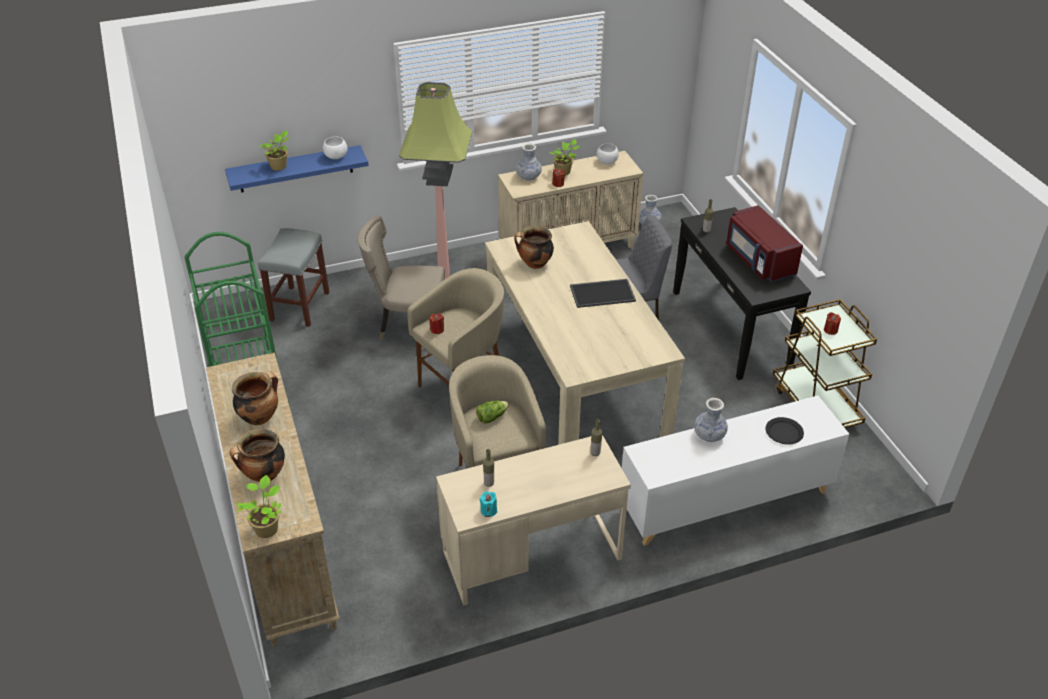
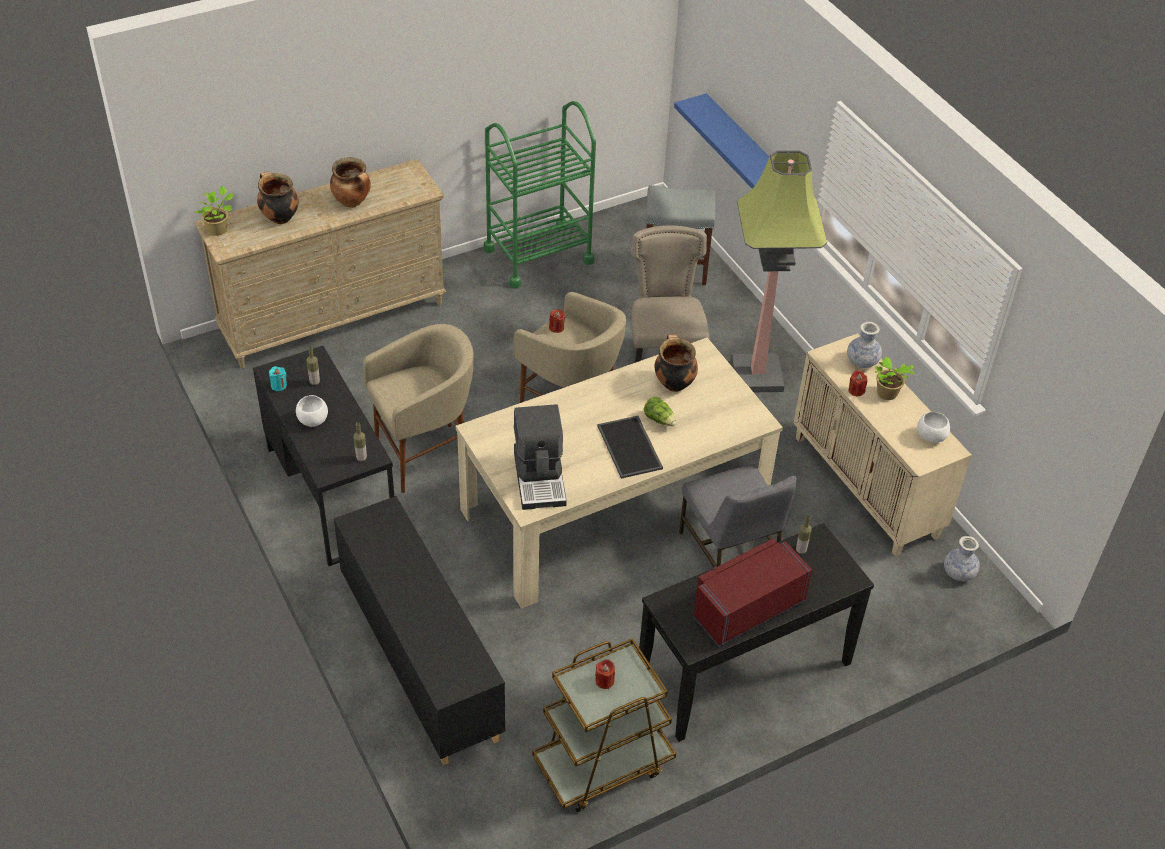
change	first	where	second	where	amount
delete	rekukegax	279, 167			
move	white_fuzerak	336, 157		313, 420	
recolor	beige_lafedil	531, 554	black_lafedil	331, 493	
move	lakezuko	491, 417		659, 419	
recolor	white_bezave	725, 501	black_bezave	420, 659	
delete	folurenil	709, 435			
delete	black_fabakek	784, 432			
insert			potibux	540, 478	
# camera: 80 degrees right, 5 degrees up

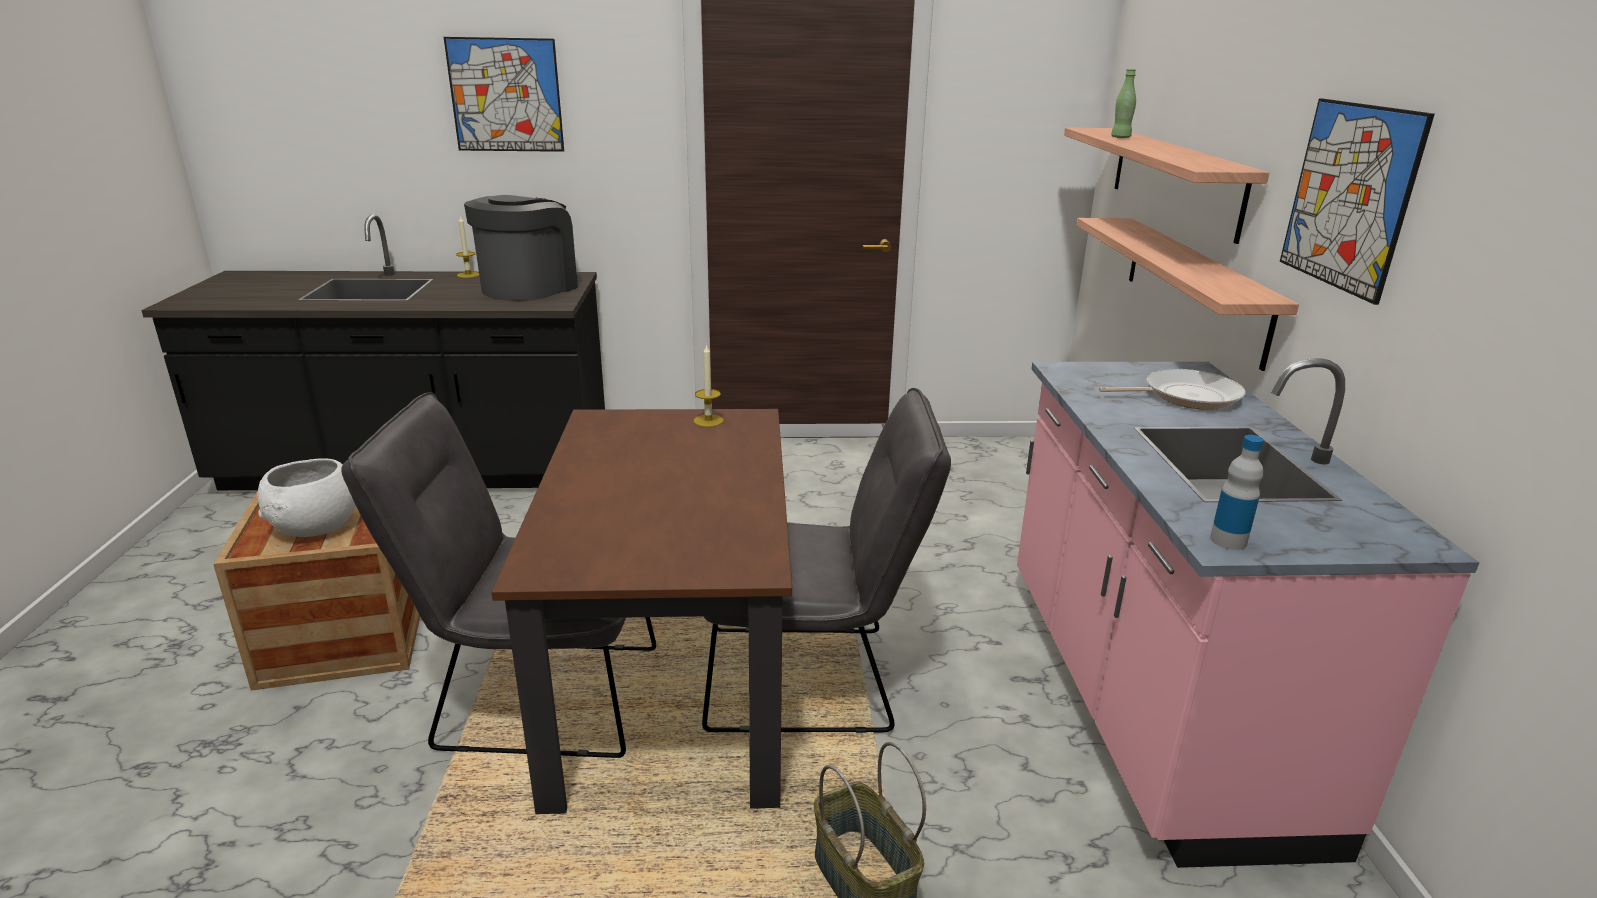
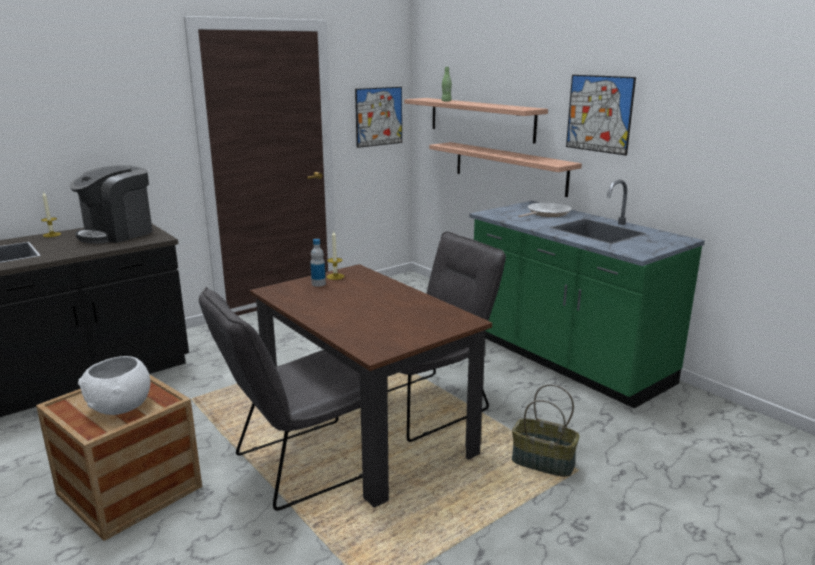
change	first	where	second	where	amount
move	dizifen	506, 95		379, 116	
rotate	potibux	529, 288		117, 233	135 degrees counterclockwise
recolor	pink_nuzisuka	1147, 700	green_nuzisuka	565, 360	
move	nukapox	1228, 540		318, 284	
# camera: 35 degrees left, 5 degrees down

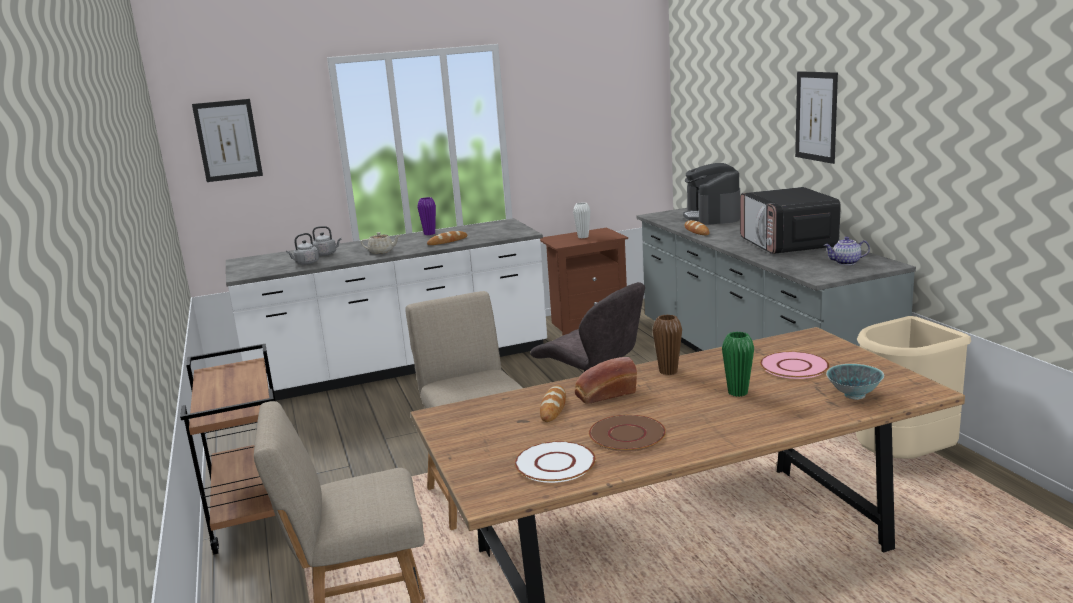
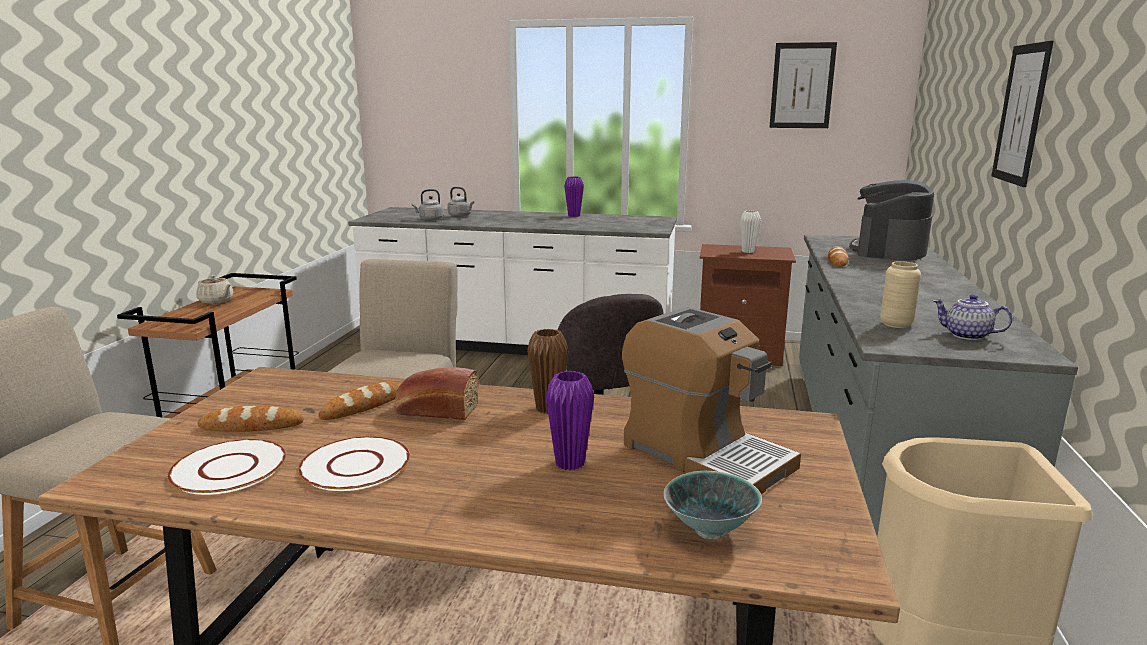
change	first	where	second	where	amount
move	dizifen	228, 140		802, 86	
move	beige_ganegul	381, 252		216, 301	
move	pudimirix	447, 241		251, 426	
recolor	brown_fabakek	627, 435	white_fabakek	355, 466	
recolor	green_folurenil	737, 392	purple_folurenil	570, 463	
delete	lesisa	787, 244			
replace	pink_fabakek	793, 366	potibux	704, 455	
insert			beige_folurenil	896, 324	
# camera: 30 degrees right, 0 degrees up

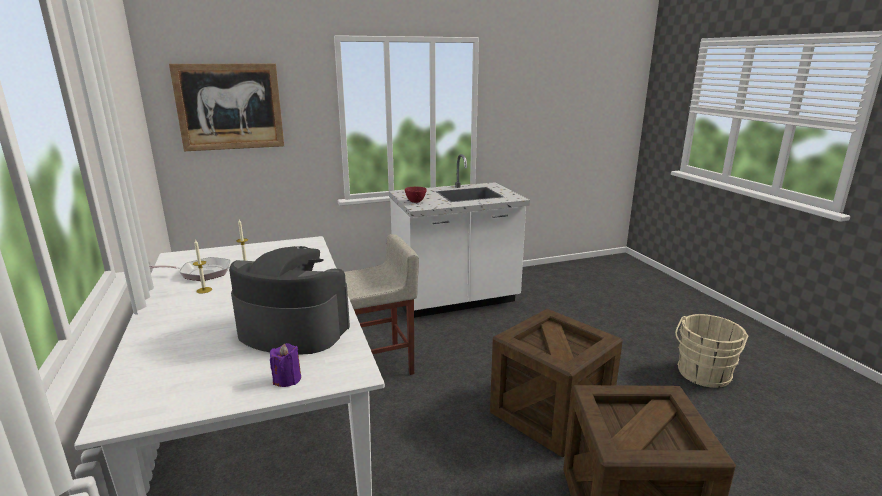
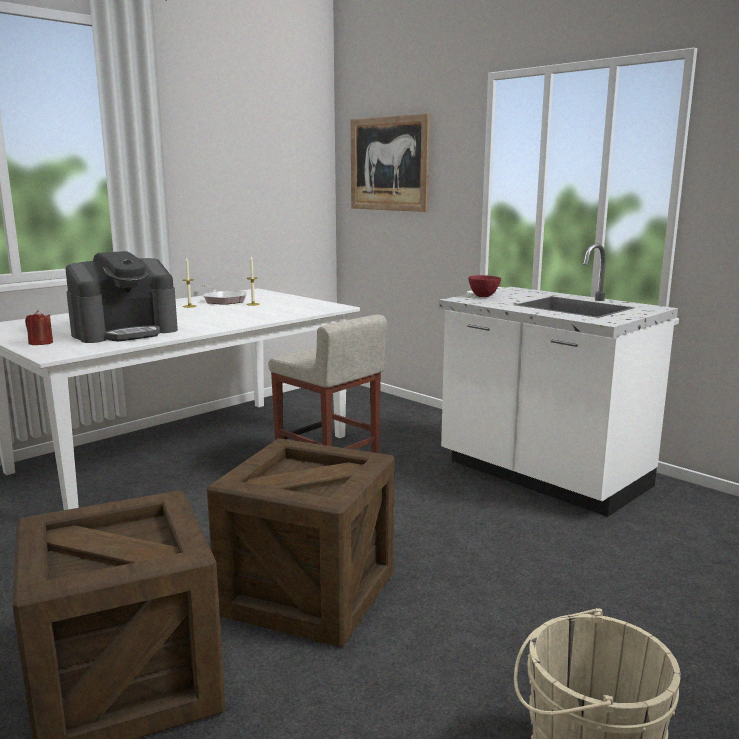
change	first	where	second	where	amount
rotate	potibux	293, 330		125, 332	60 degrees clockwise
recolor	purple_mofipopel	287, 379	red_mofipopel	41, 343	
# camera: 65 degrees right, 5 degrees down

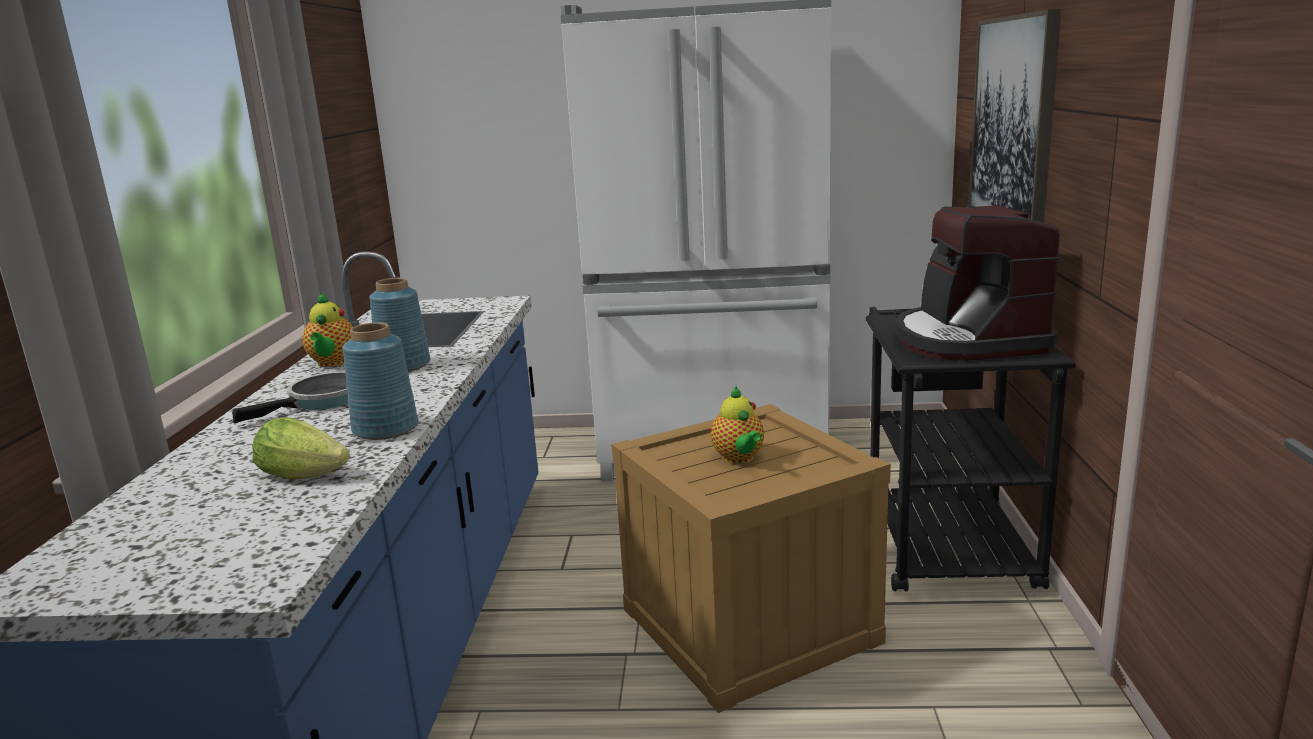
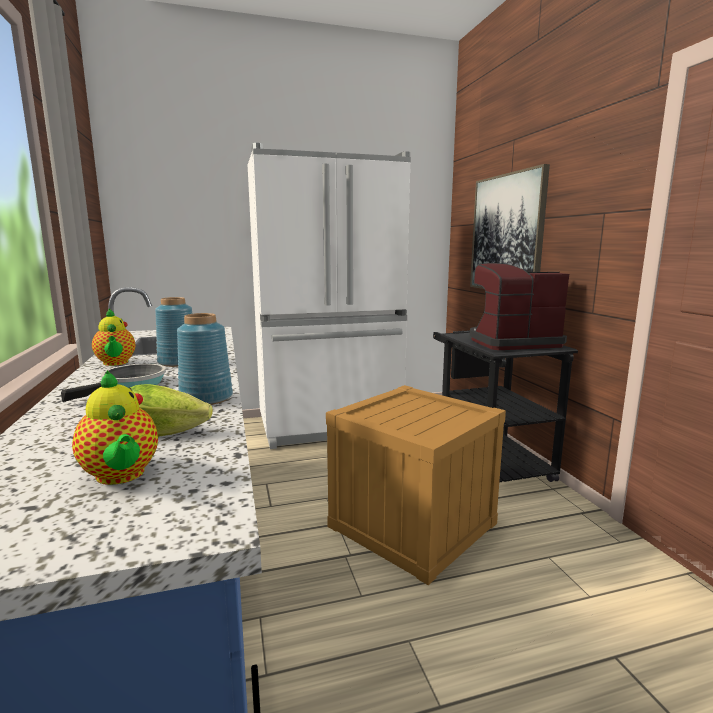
change	first	where	second	where	amount
move	ganegul	739, 459		121, 476	
rotate	potibux	968, 340		511, 342	105 degrees clockwise
# camera: 20 degrees left, 5 degrees down

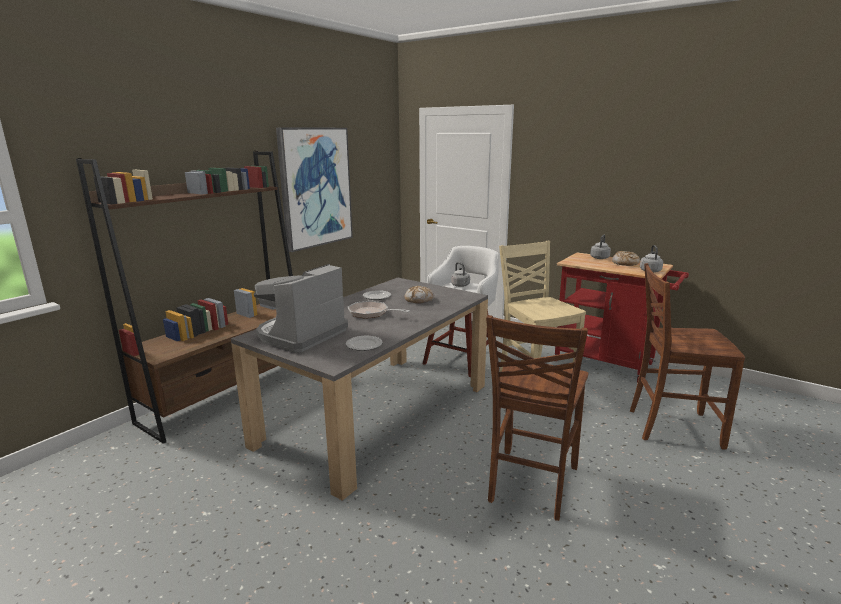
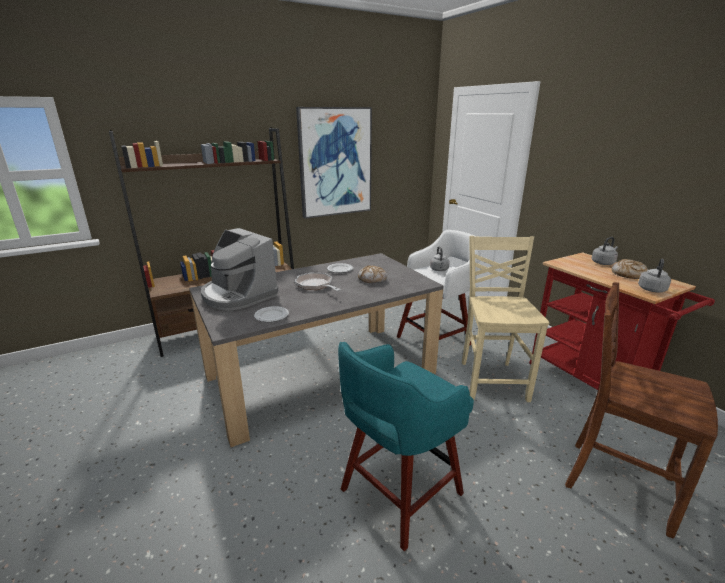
change	first	where	second	where	amount
rotate	potibux	301, 335		238, 295	105 degrees counterclockwise
replace	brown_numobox	530, 484	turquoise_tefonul	398, 493	
# camera: 25 degrees right, 5 degrees up

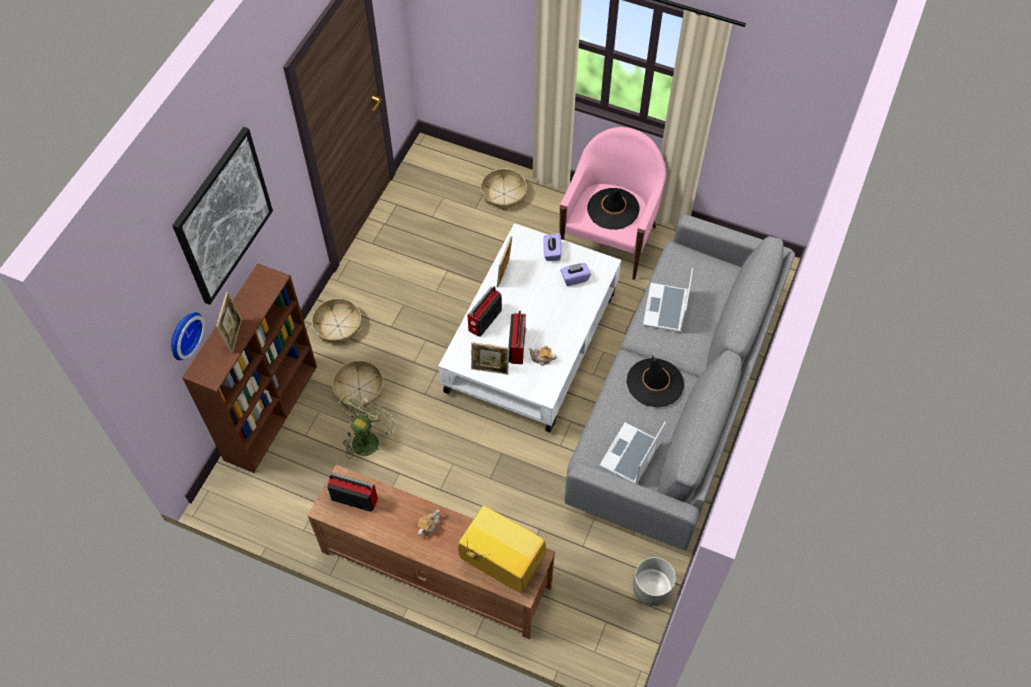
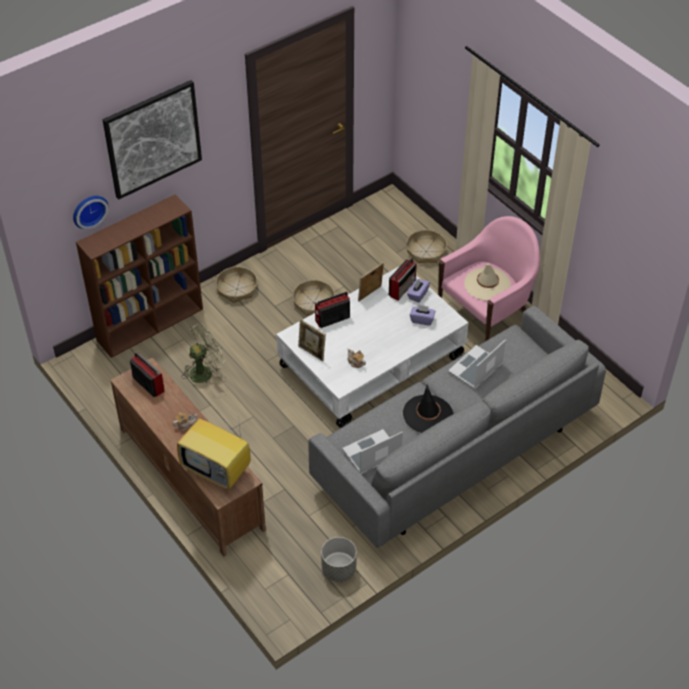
change	first	where	second	where	amount
delete	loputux	234, 335			
move	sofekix	359, 388		313, 302	
rotate	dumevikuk	499, 562		218, 470	150 degrees clockwise
move	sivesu	517, 345		402, 288	
recolor	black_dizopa	613, 209	beige_dizopa	487, 284	
# camera: 30 degrees right, 10 degrees down

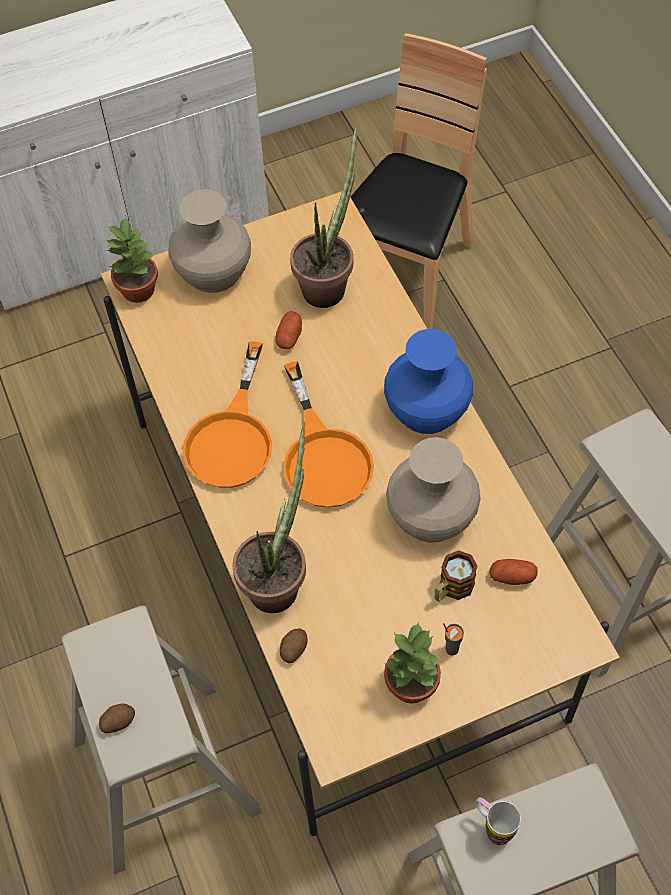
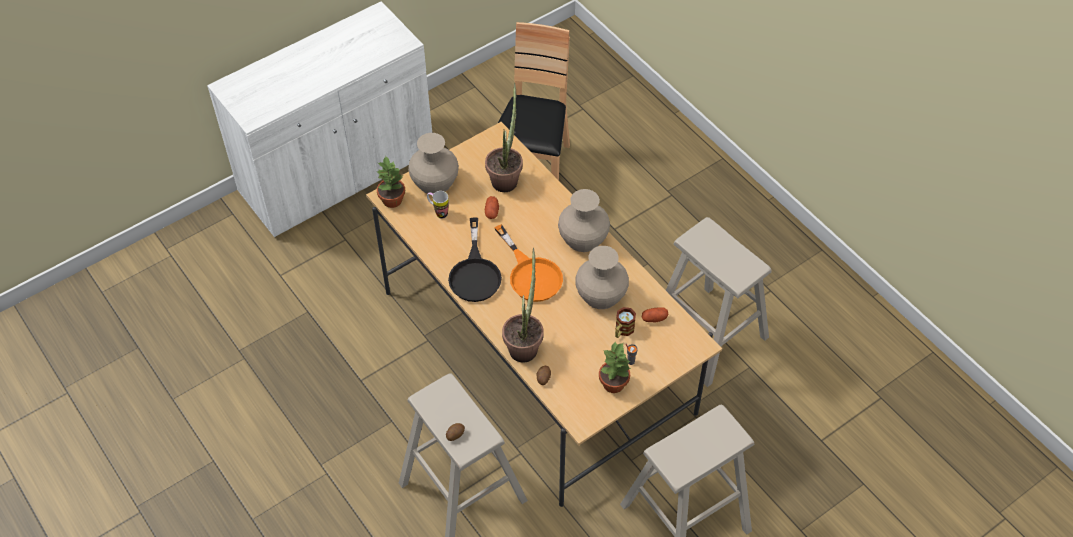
change	first	where	second	where	amount
recolor	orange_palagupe	232, 437	black_palagupe	475, 273	
recolor	blue_folurenil	427, 408	beige_folurenil	583, 238	
move	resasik	492, 827		438, 212	
# camera: 15 degrees left, 5 degrees down

